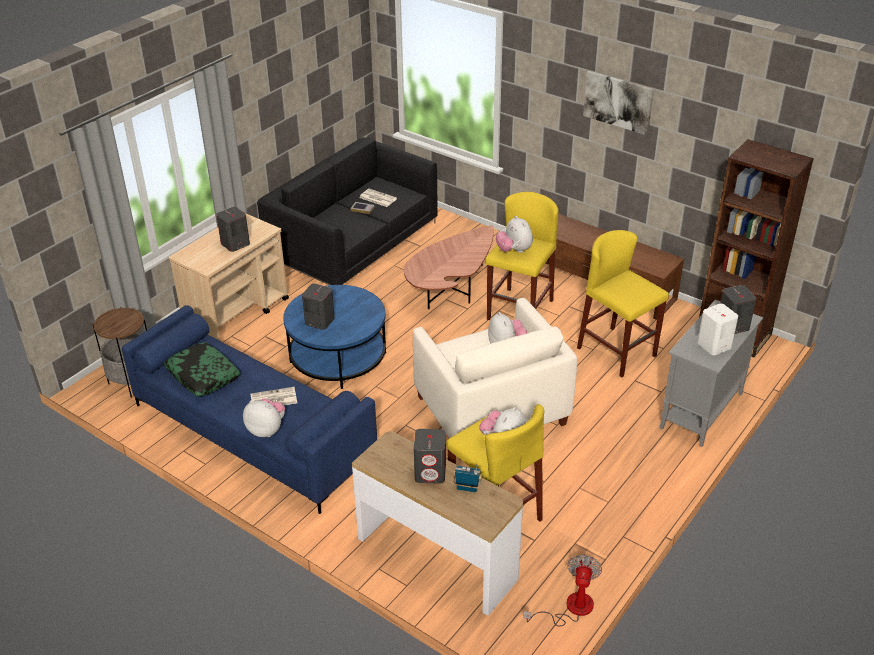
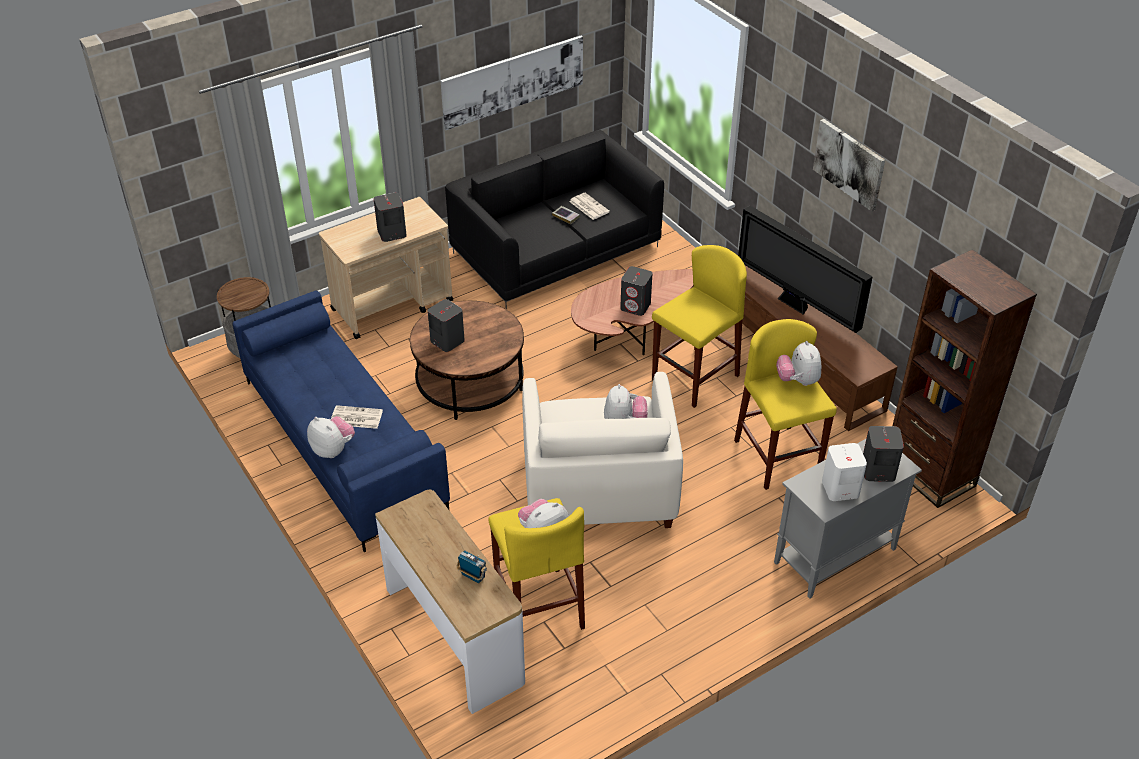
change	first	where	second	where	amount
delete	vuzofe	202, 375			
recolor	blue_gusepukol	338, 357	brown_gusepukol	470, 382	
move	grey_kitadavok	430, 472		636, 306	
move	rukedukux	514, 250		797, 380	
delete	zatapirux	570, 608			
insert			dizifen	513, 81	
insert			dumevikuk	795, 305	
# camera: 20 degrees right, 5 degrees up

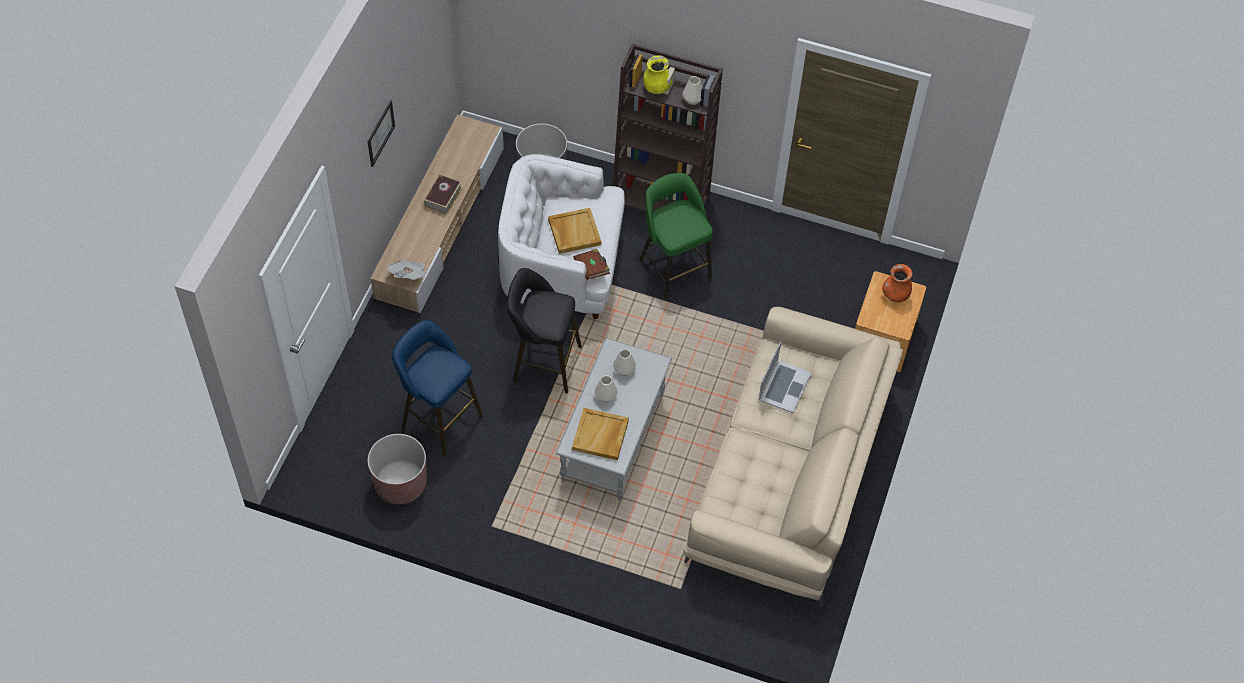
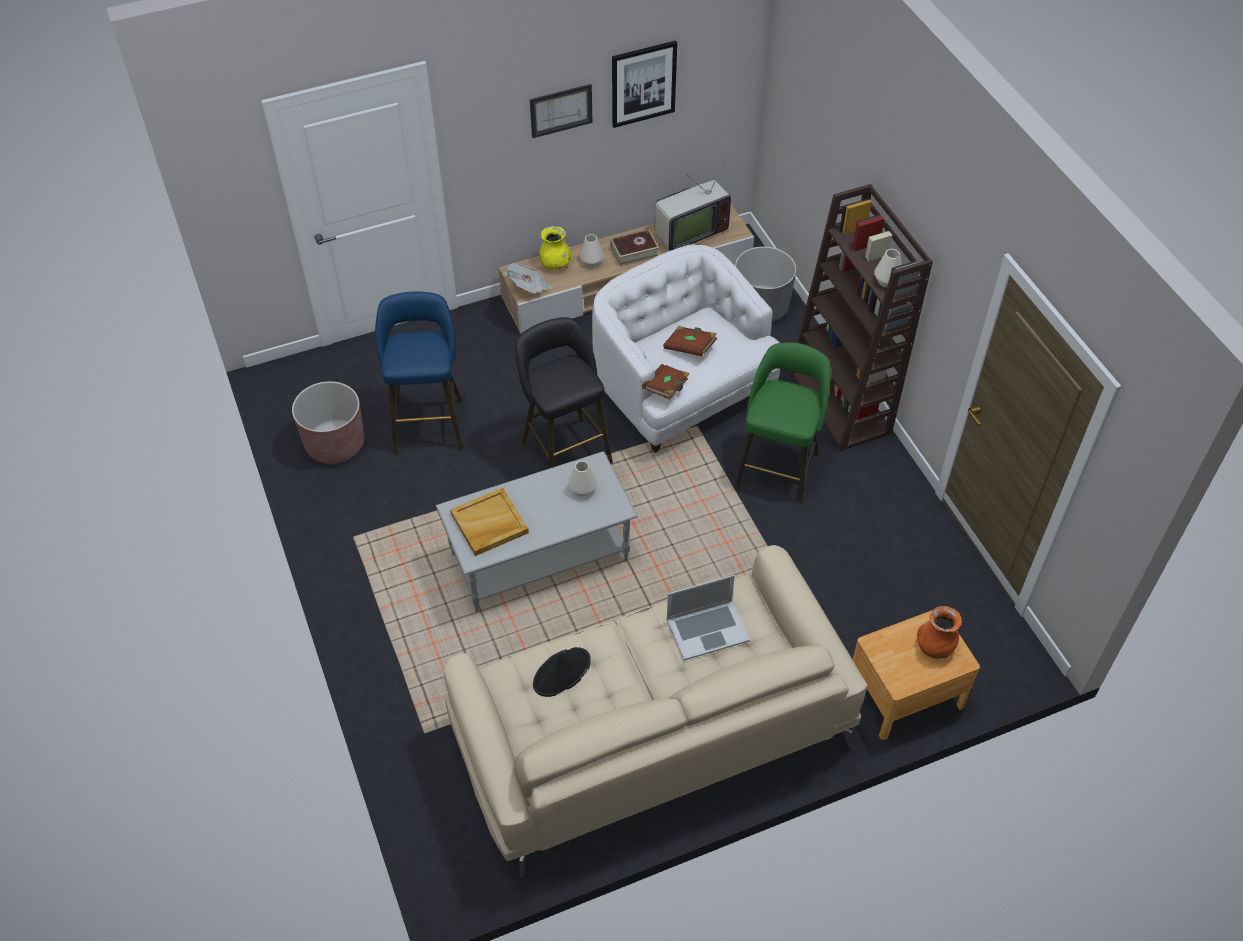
change	first	where	second	where	amount
replace	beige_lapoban	574, 232	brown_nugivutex	690, 347	
move	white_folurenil	606, 396		591, 262	
move	yellow_folurenil	656, 87		555, 264	
insert			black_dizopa	561, 673	
insert			dizifen	643, 83	
insert			dumevikuk	688, 233	
# camera: 50 degrees right, 5 degrees down

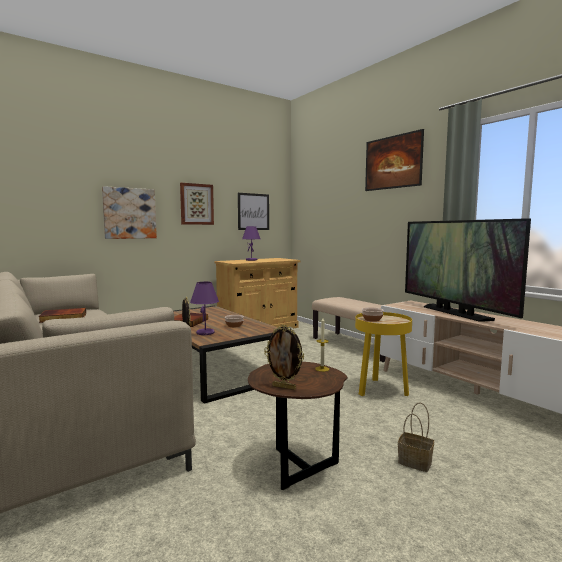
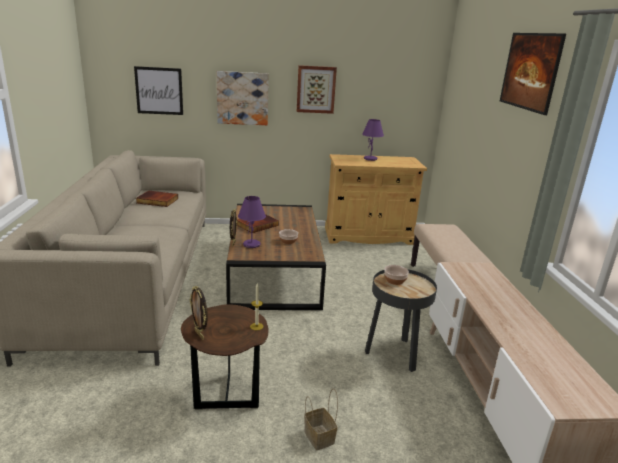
change	first	where	second	where	amount
move	dizifen	253, 211		159, 91	
recolor	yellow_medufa	380, 389	black_medufa	394, 353	
delete	dumevikuk	455, 313			
# camera: 30 degrees right, 15 degrees up

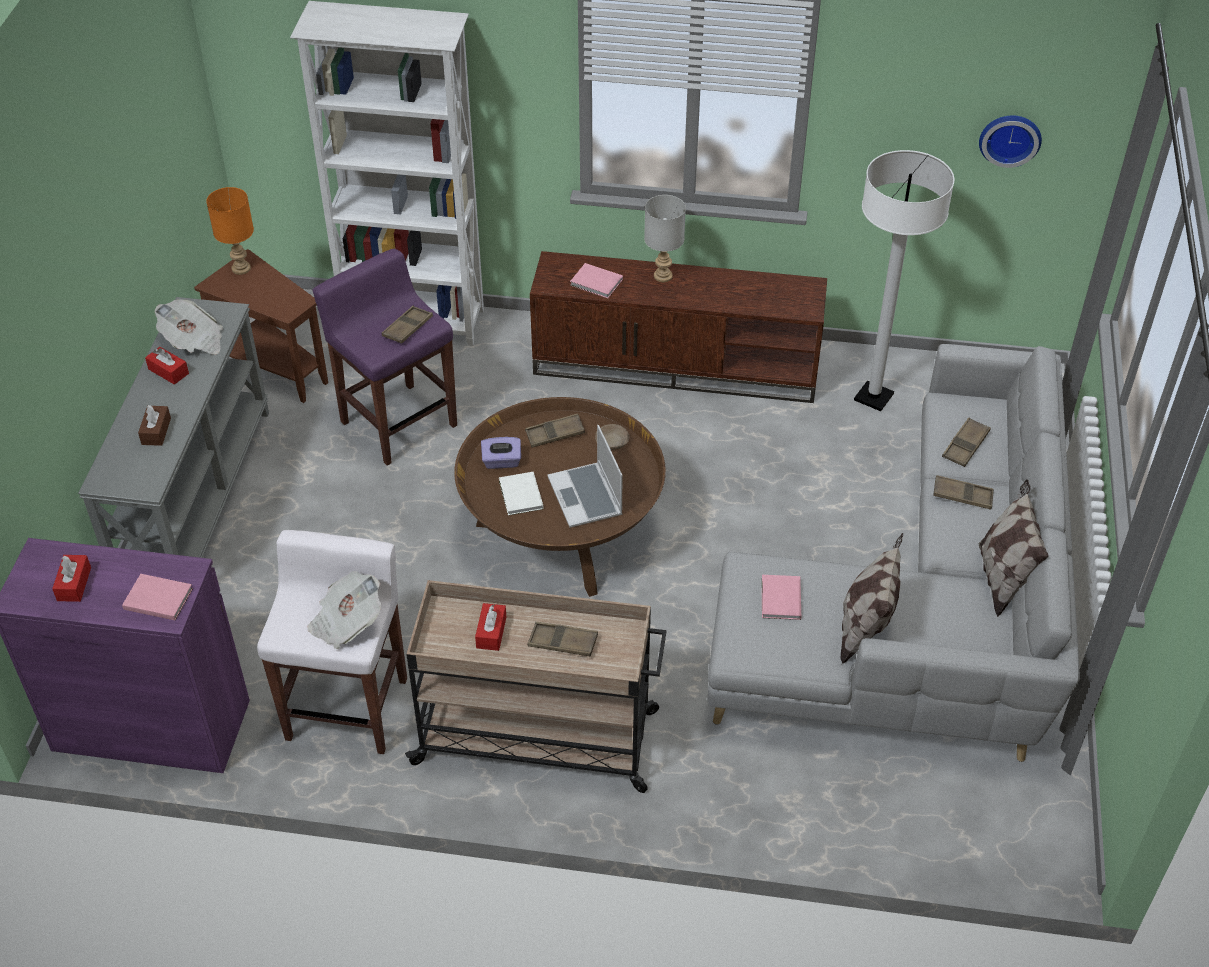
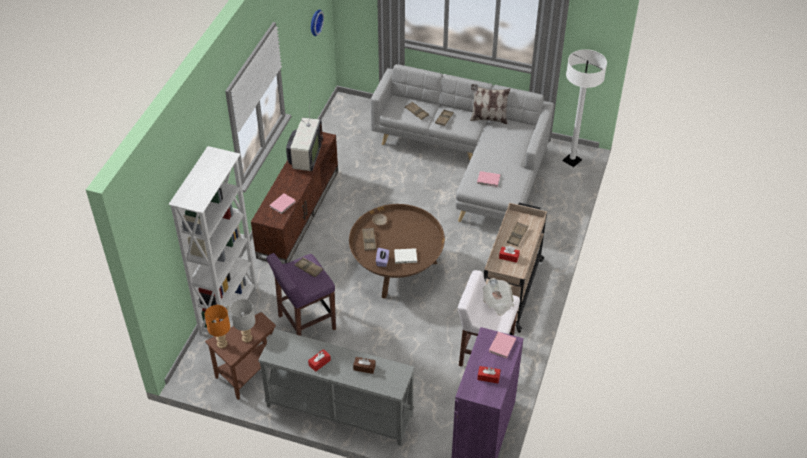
change	first	where	second	where	amount
delete	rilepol	193, 341			
delete	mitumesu	586, 497			
move	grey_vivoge	663, 276		247, 338	
delete	vuzofe	865, 628			
move	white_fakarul	873, 397		572, 160	
insert			dumevikuk	305, 157	
# camera: 80 degrees left, 0 degrees up

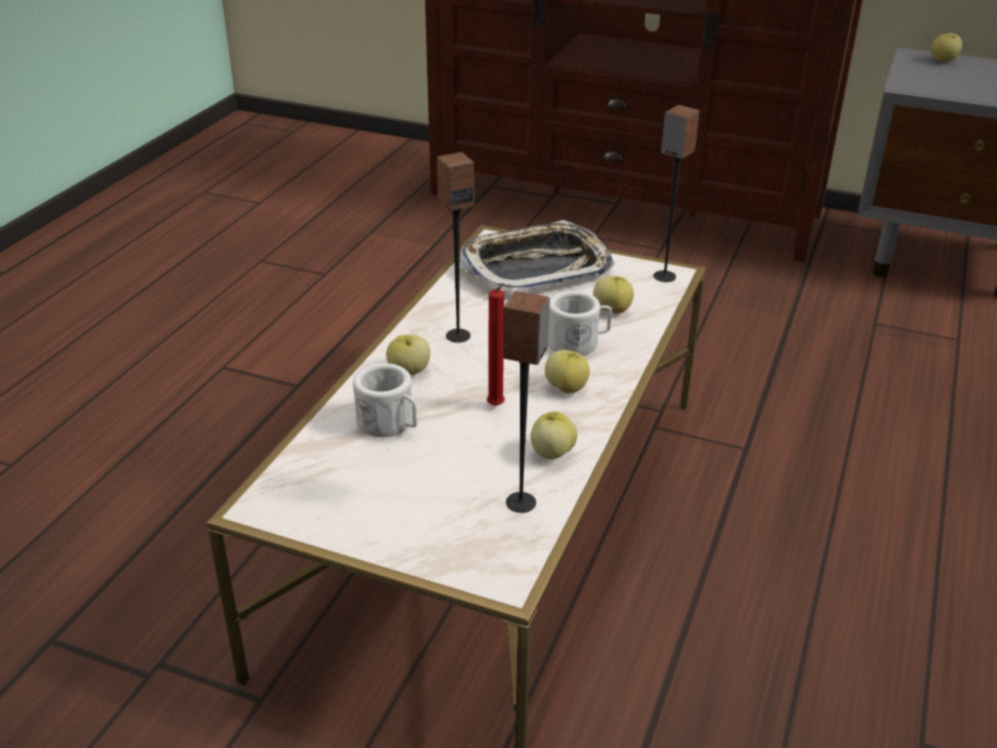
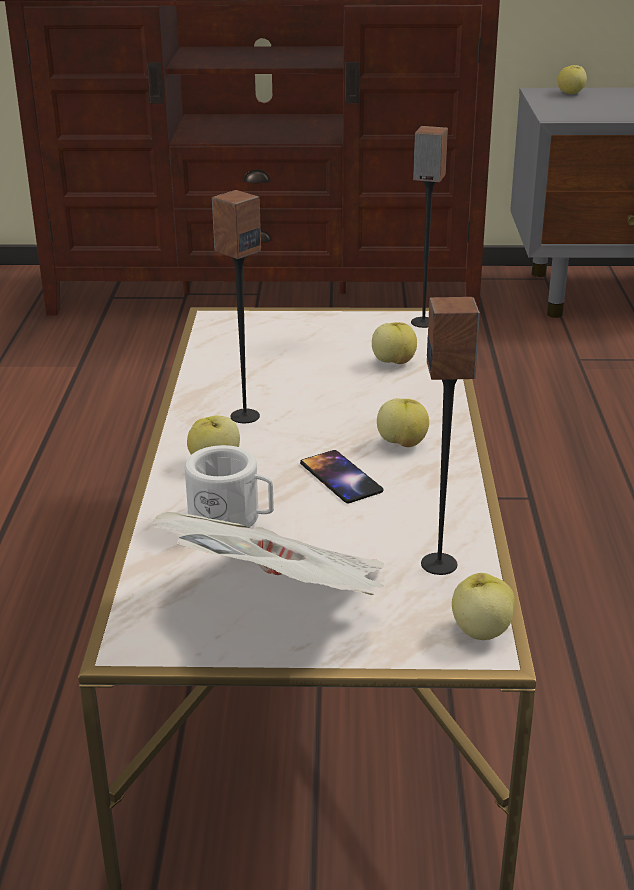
change	first	where	second	where	amount
delete	lapoban	536, 266			
replace	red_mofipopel	496, 407	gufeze	340, 477	
move	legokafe	551, 453		480, 631	
delete	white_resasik	578, 343			
insert			rilepol	283, 603	
# camera: 20 degrees left, 5 degrees down

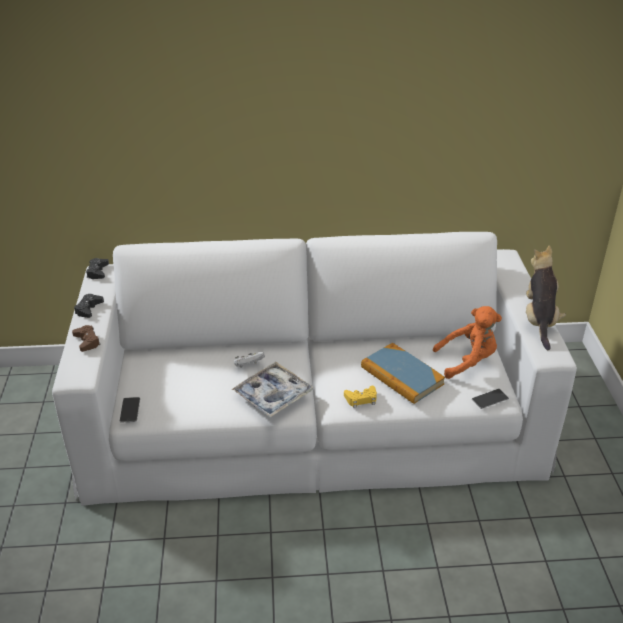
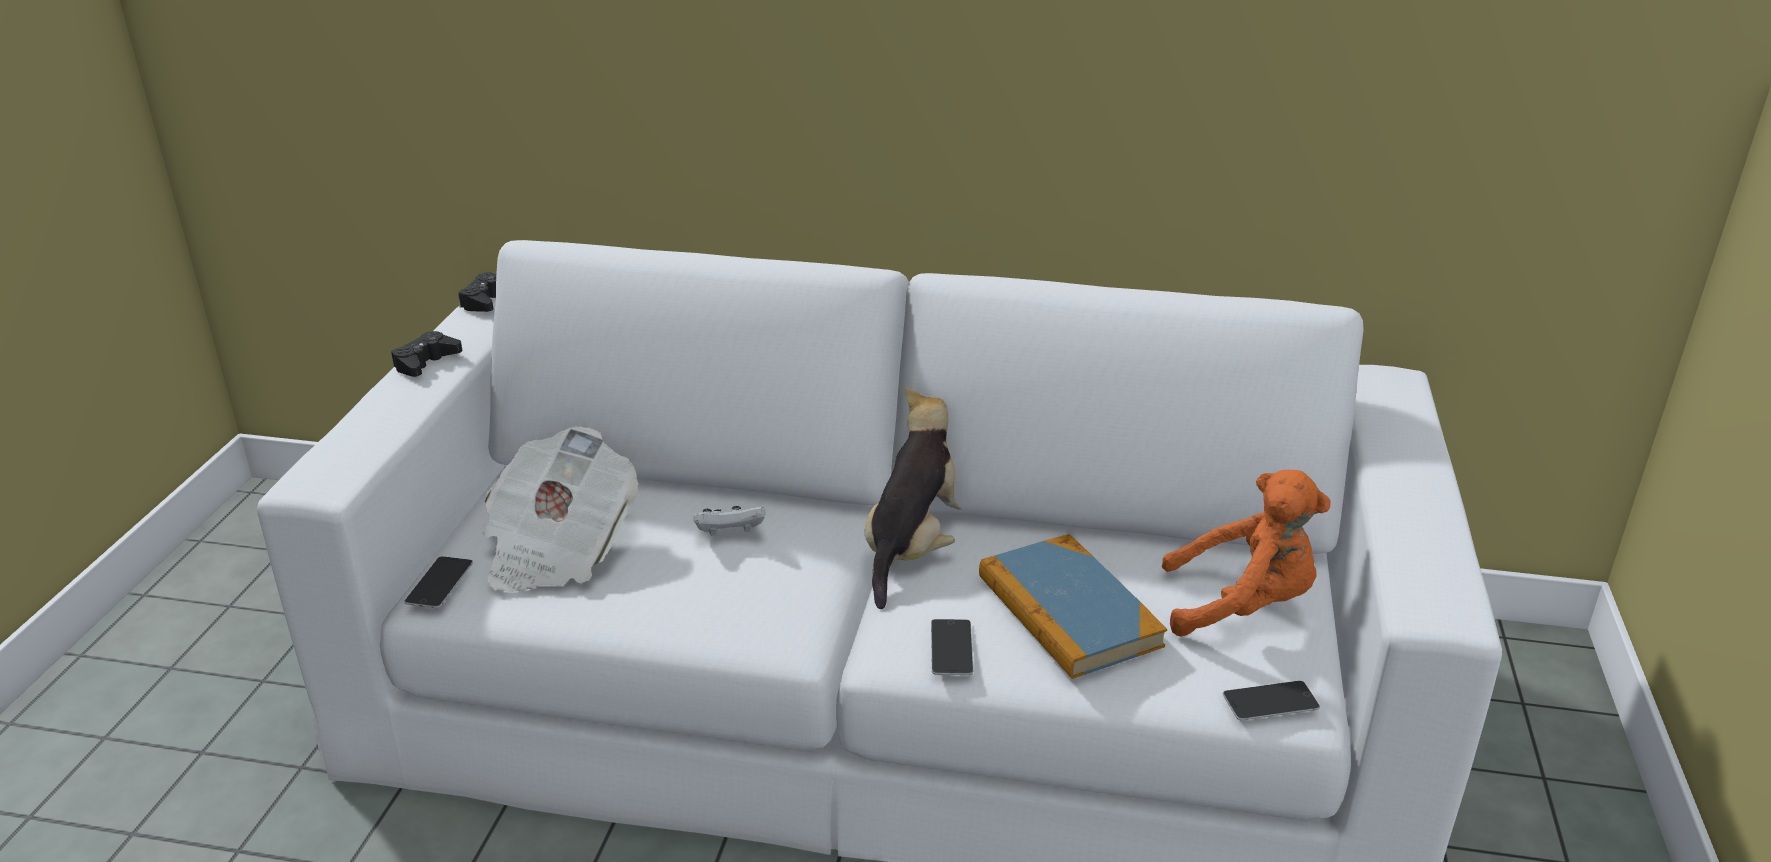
change	first	where	second	where	amount
delete	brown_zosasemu	87, 341			
delete	lapoban	273, 395			
replace	yellow_zosasemu	361, 399	gufeze	951, 647	
move	rukedukux	539, 320		913, 547	
insert			rilepol	558, 548	
# camera: 15 degrees right, 5 degrees down

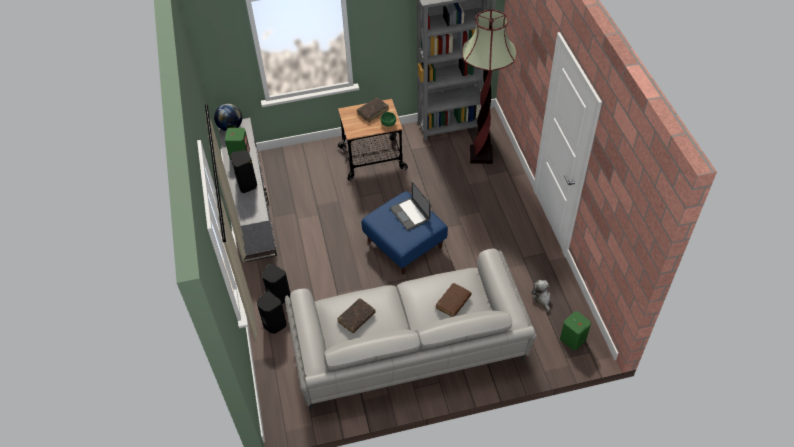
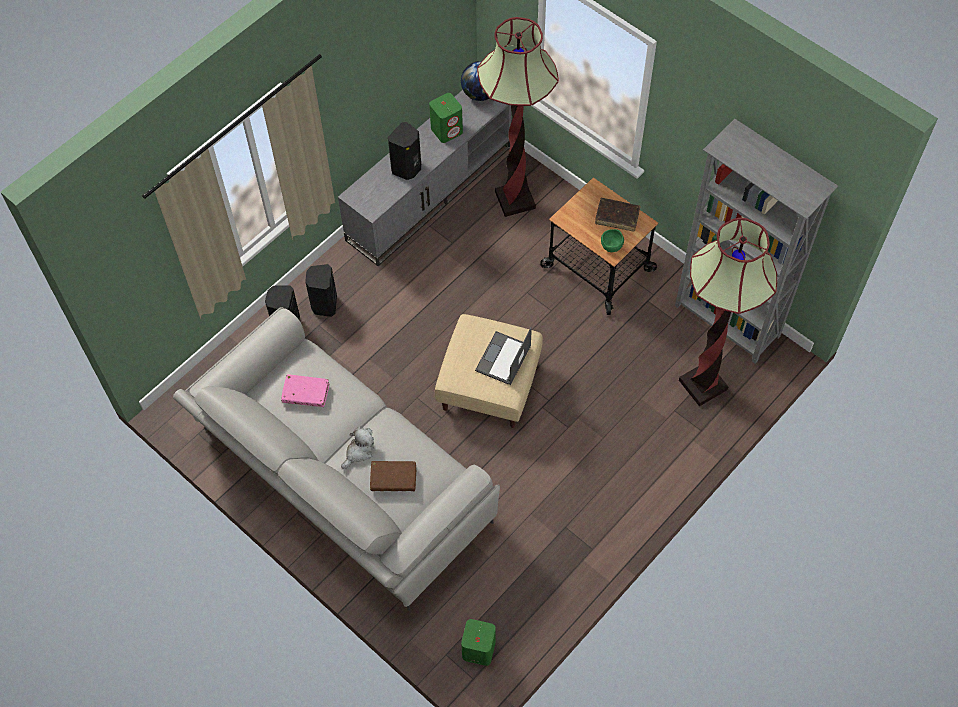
change	first	where	second	where	amount
recolor	brown_nugivutex	356, 318	pink_nugivutex	306, 393	
recolor	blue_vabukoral	405, 244	beige_vabukoral	489, 385	
move	rukedukux	541, 298		359, 451	
insert			fakarul	515, 200	
# camera: 55 degrees right, 10 degrees up

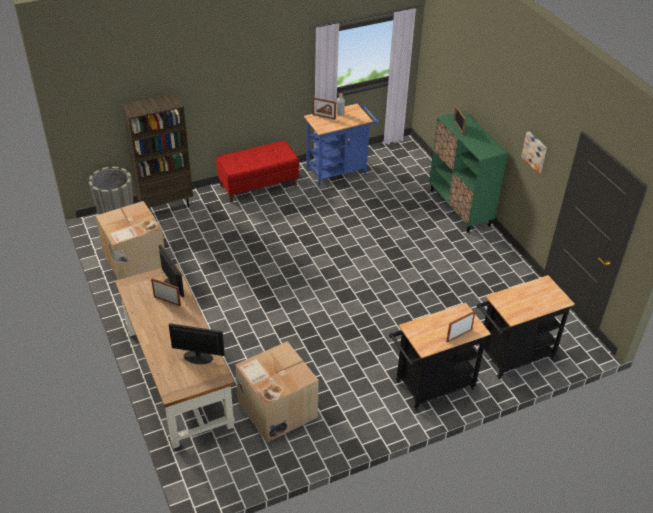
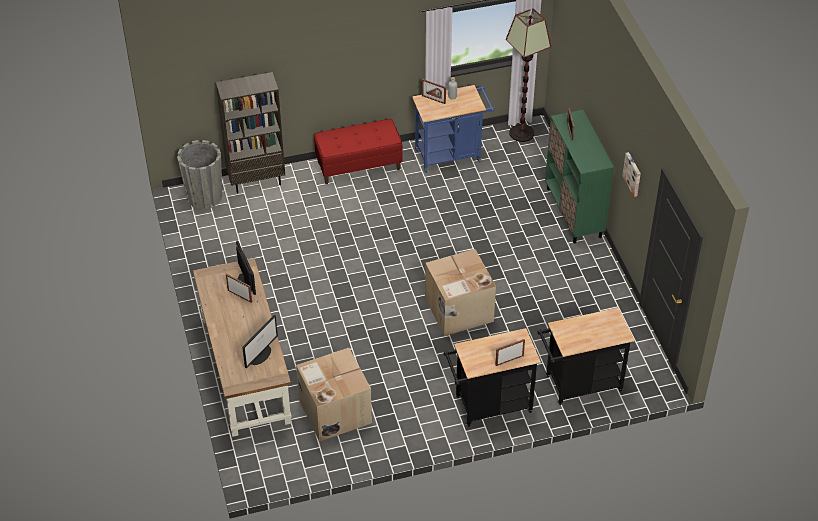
change	first	where	second	where	amount
move	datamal	134, 260		458, 310	
rotate	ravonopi	197, 357		260, 355	105 degrees clockwise
insert			fakarul	521, 133	
# camera: 10 degrees right, 5 degrees up

